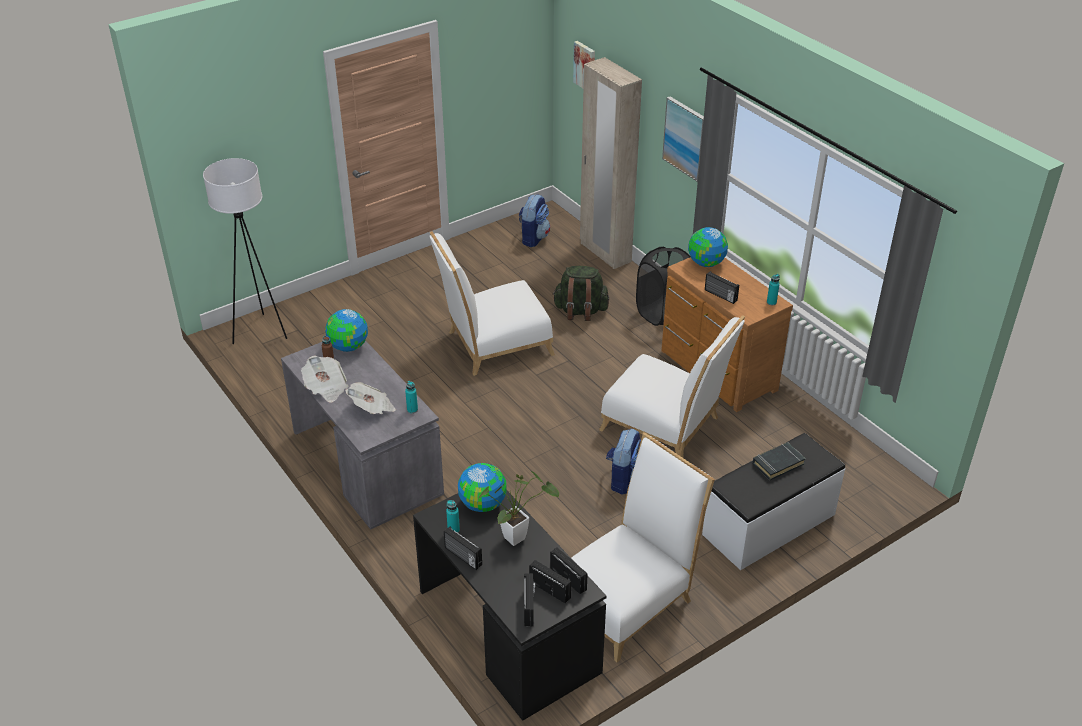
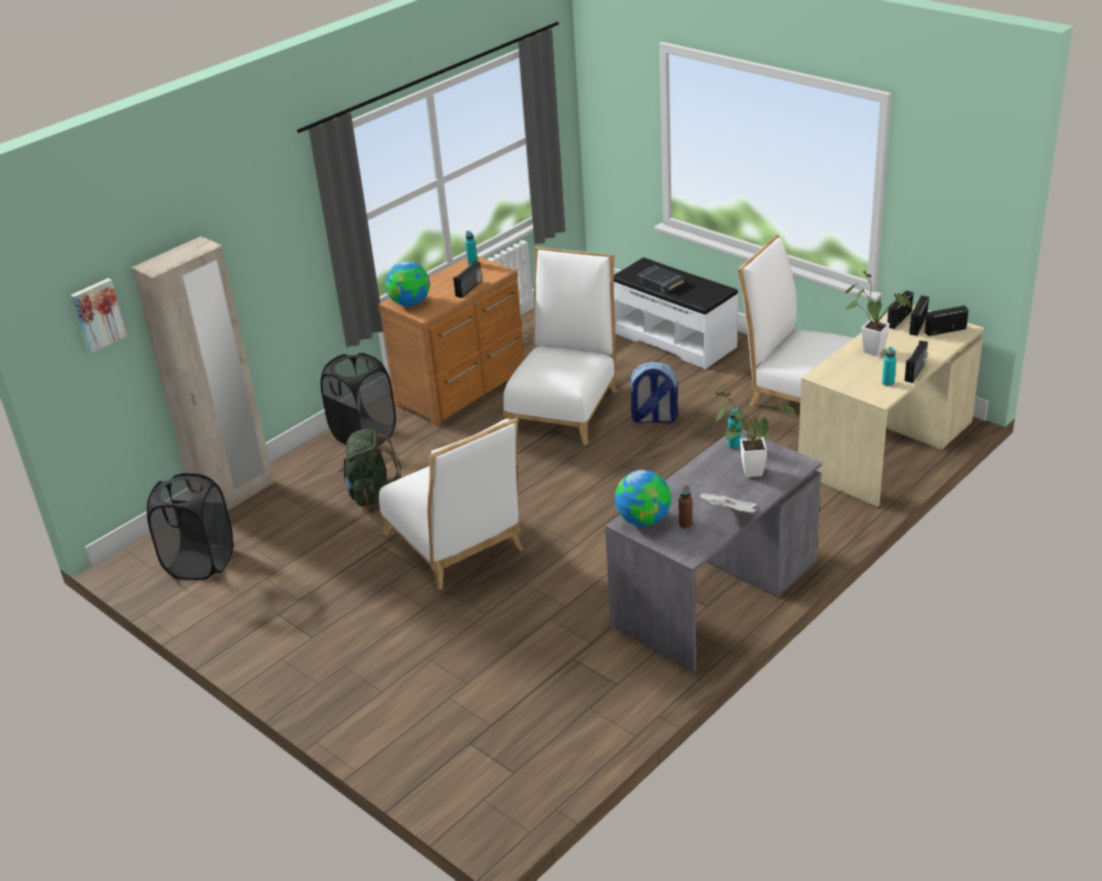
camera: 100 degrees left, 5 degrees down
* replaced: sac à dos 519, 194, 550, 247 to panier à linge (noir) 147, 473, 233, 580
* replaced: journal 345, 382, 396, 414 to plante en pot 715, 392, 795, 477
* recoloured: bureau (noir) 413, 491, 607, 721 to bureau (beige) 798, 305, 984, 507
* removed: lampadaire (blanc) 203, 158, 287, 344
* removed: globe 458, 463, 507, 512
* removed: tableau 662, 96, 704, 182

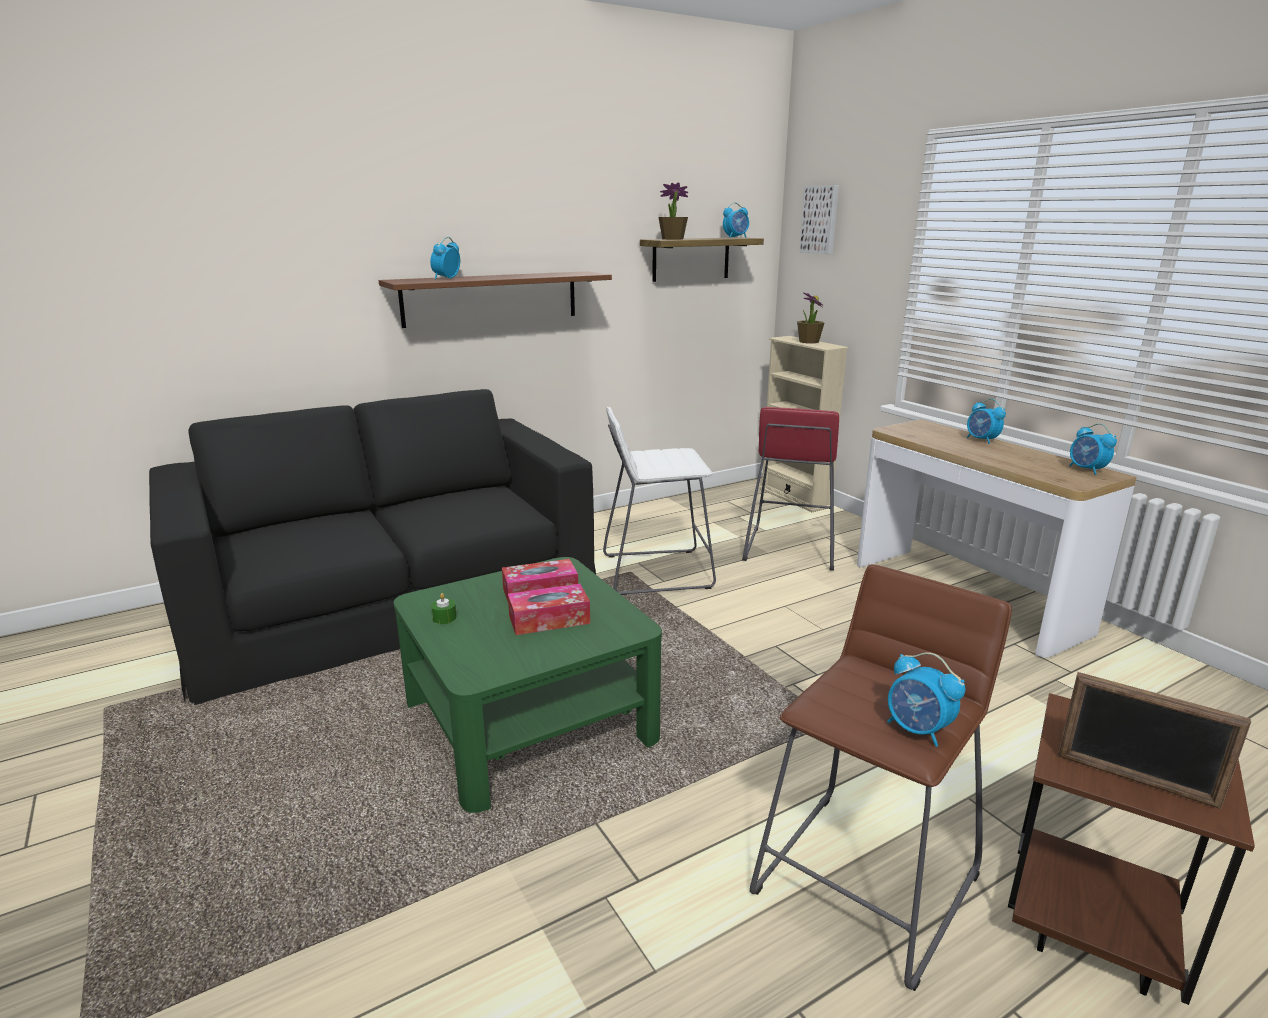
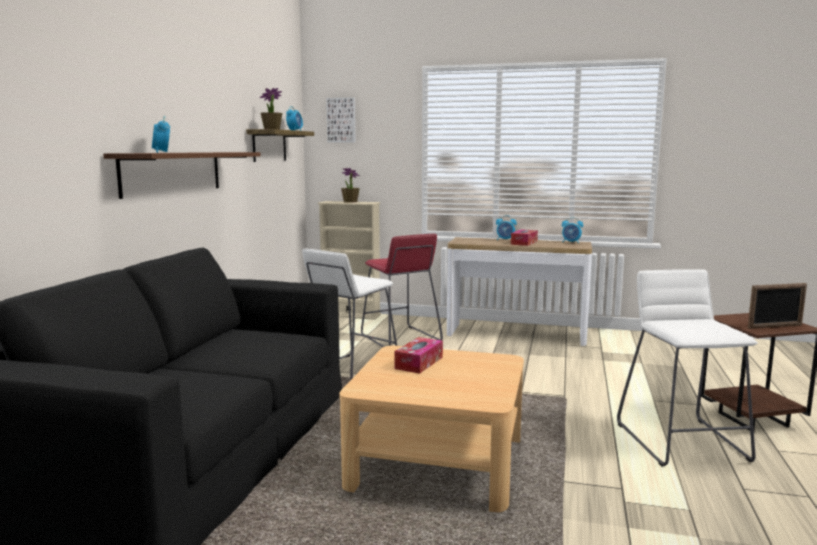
camera: 45 degrees left, 10 degrees down
* recoloured: table basse (vert) 394, 557, 662, 813 to table basse (beige) 340, 346, 524, 512
* moved: boîte à mouchoirs 508, 584, 590, 635 to 511, 229, 538, 246
* recoloured: tabouret (marron) 750, 564, 1012, 991 to tabouret (blanc) 617, 269, 758, 467
* removed: bougie (vert) 431, 593, 457, 624
* removed: réveil 887, 652, 965, 747

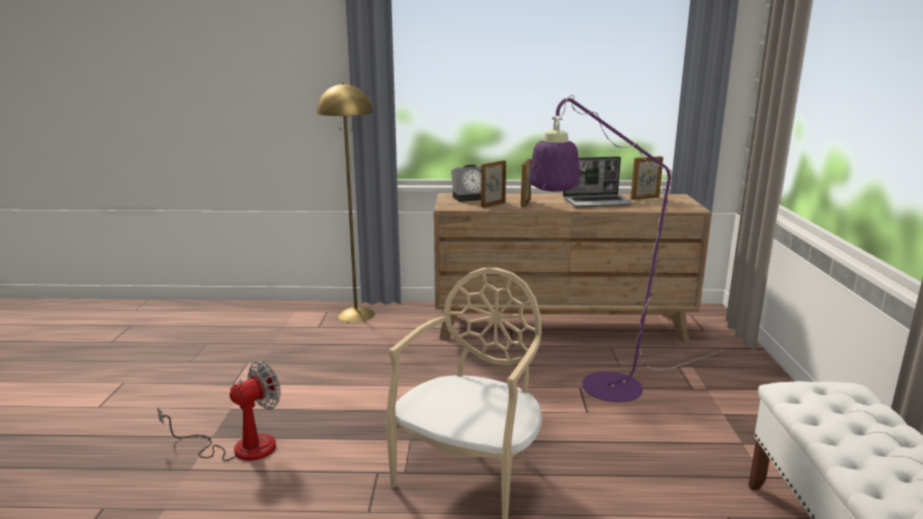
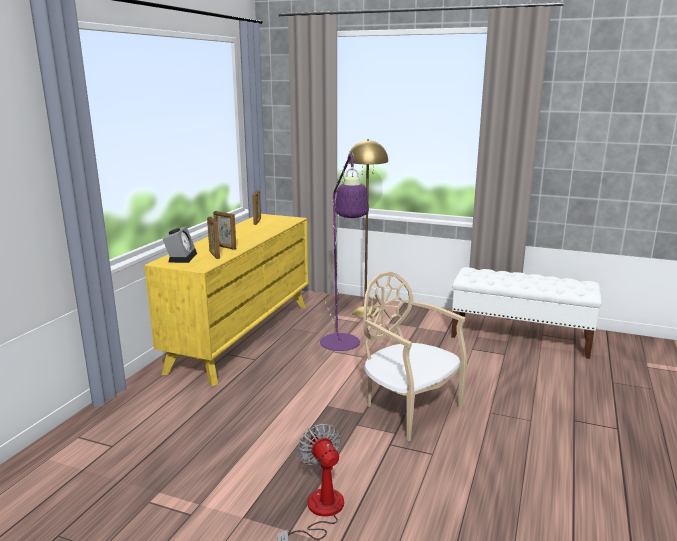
camera: 70 degrees left, 0 degrees up
* recoloured: commode (marron) 434, 193, 712, 343 to commode (jaune) 144, 214, 309, 386
* moved: lampadaire (jaune) 317, 83, 375, 323 to 348, 139, 388, 318
* removed: ordinateur portable 563, 156, 633, 207

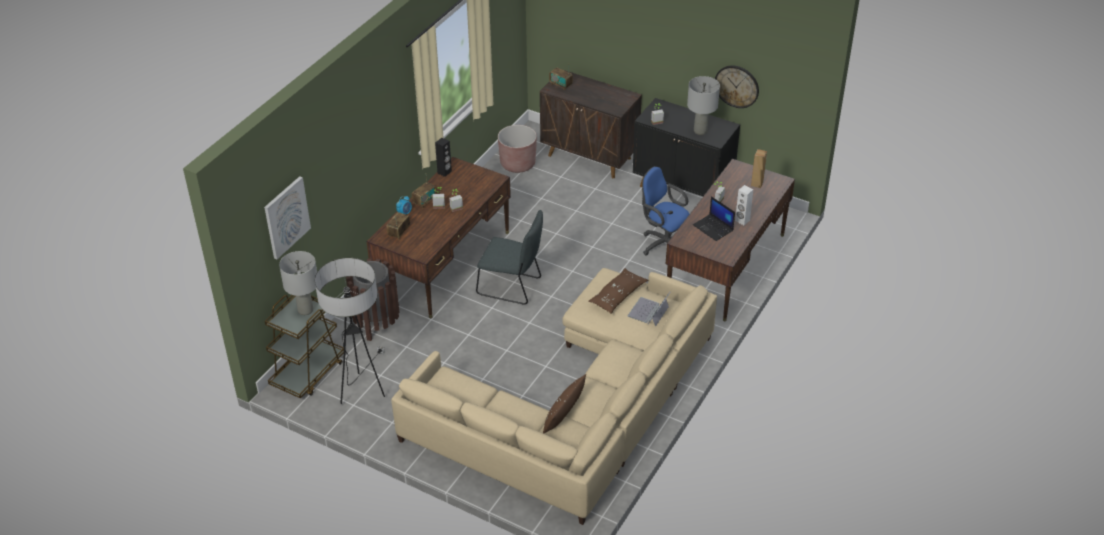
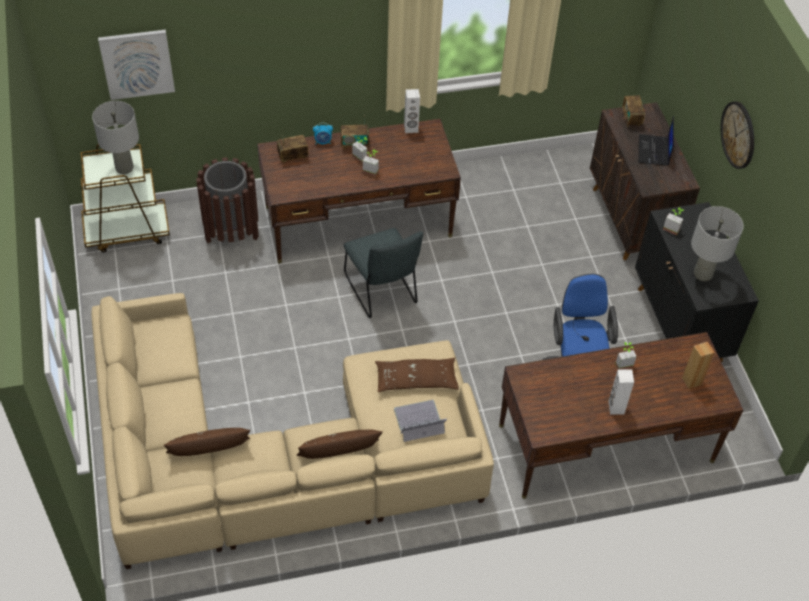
camera: 45 degrees right, 10 degrees up
* added: coussin (marron) 296, 429, 383, 459
* recoloured: enceinte (noir) 435, 138, 452, 177 to enceinte (blanc) 404, 89, 420, 133
* moved: ordinateur portable 693, 196, 735, 241 to 639, 117, 674, 165
* moved: horloge murale 715, 66, 759, 108 to 721, 101, 754, 169
* removed: lampadaire 315, 258, 385, 404
* removed: cache-pot (marron) 498, 125, 537, 173

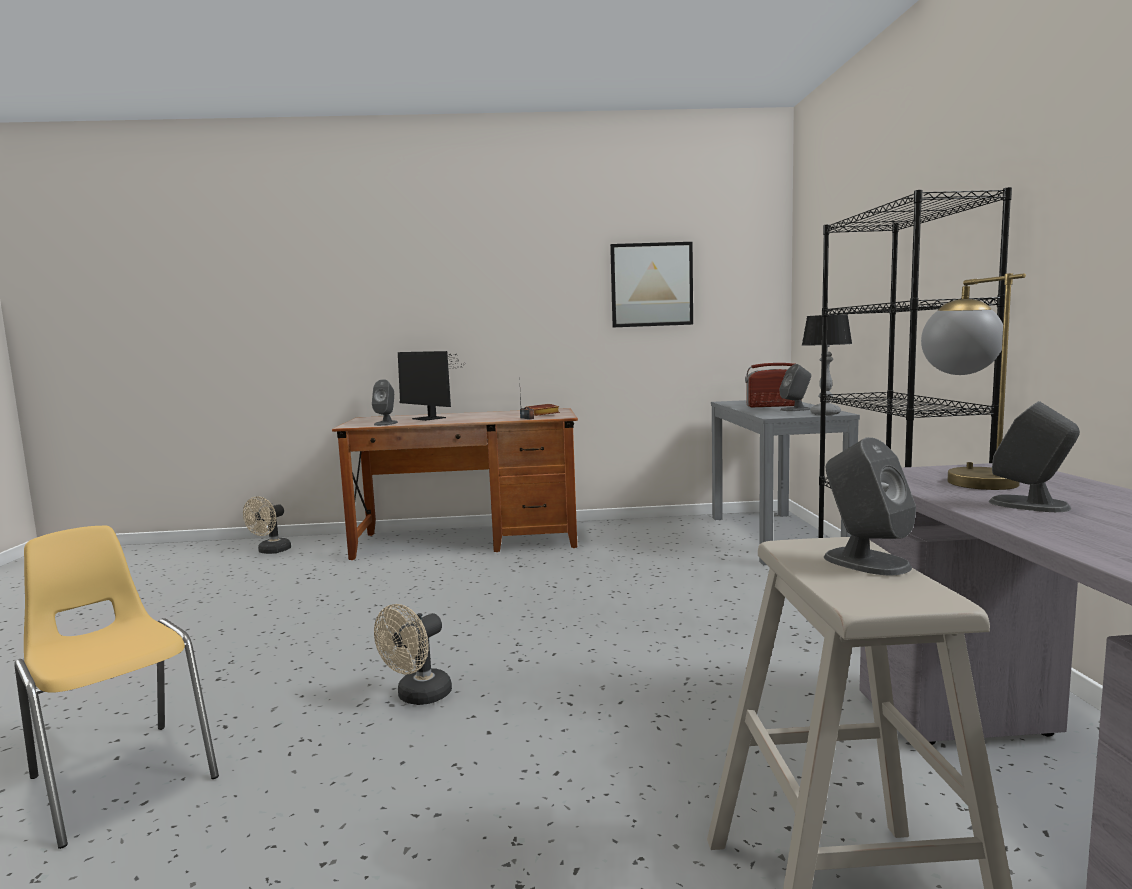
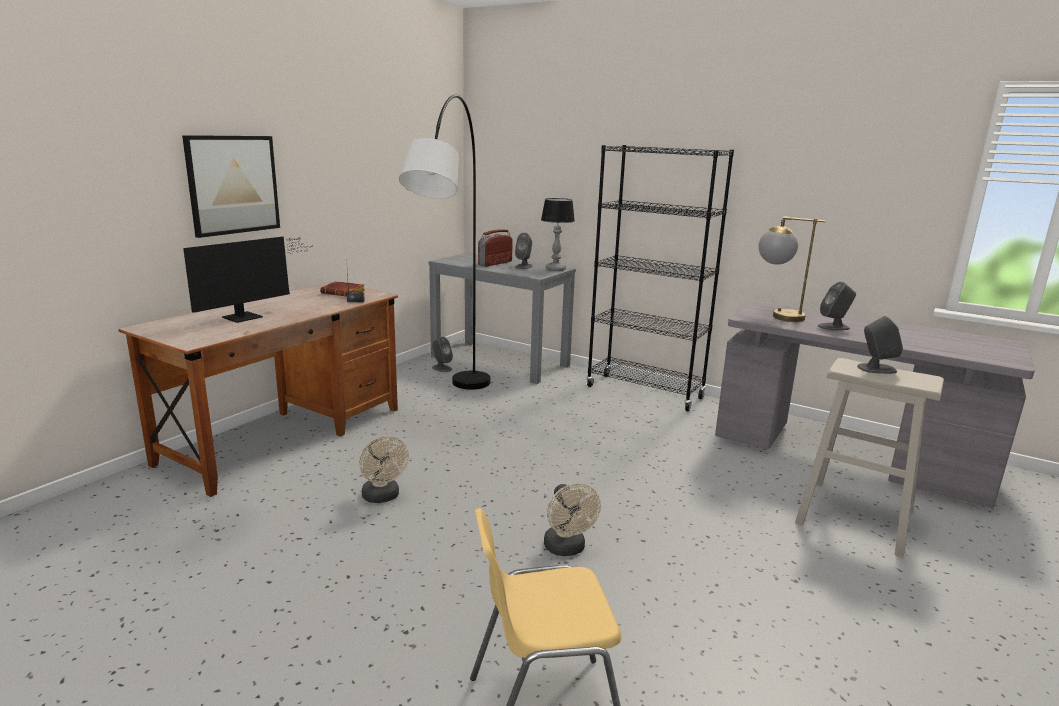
camera: 55 degrees left, 10 degrees up
* moved: tableau 610, 242, 693, 327 to 182, 135, 280, 238
* turned: écran d'ordinateur 398, 351, 461, 421 = 183, 236, 312, 323 45 degrees counterclockwise
* moved: ventilateur (beige) 243, 497, 291, 554 to 359, 436, 409, 503
* added: lampadaire (gris) 399, 95, 491, 390
* moved: enceinte (gris) 372, 379, 398, 426 to 432, 337, 453, 372

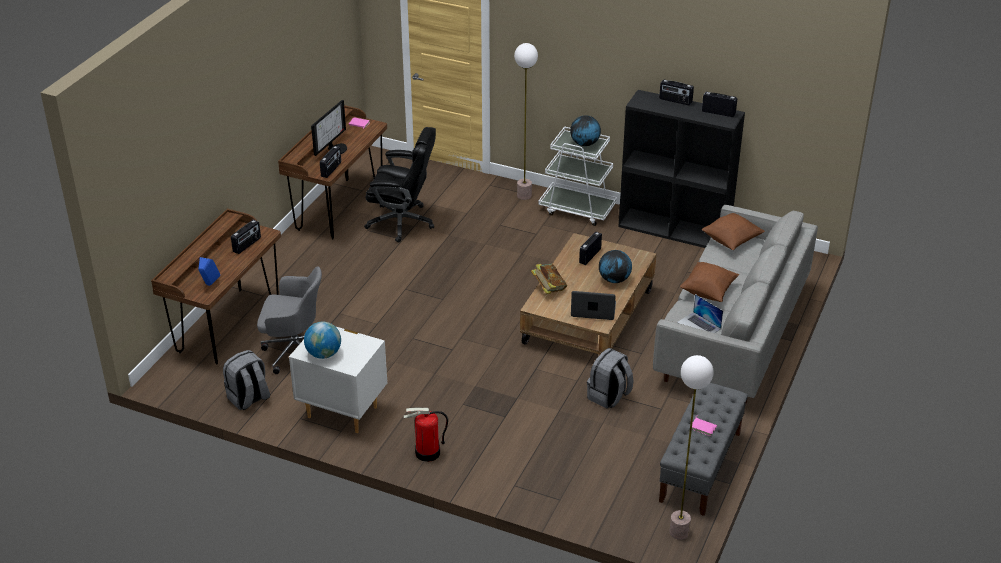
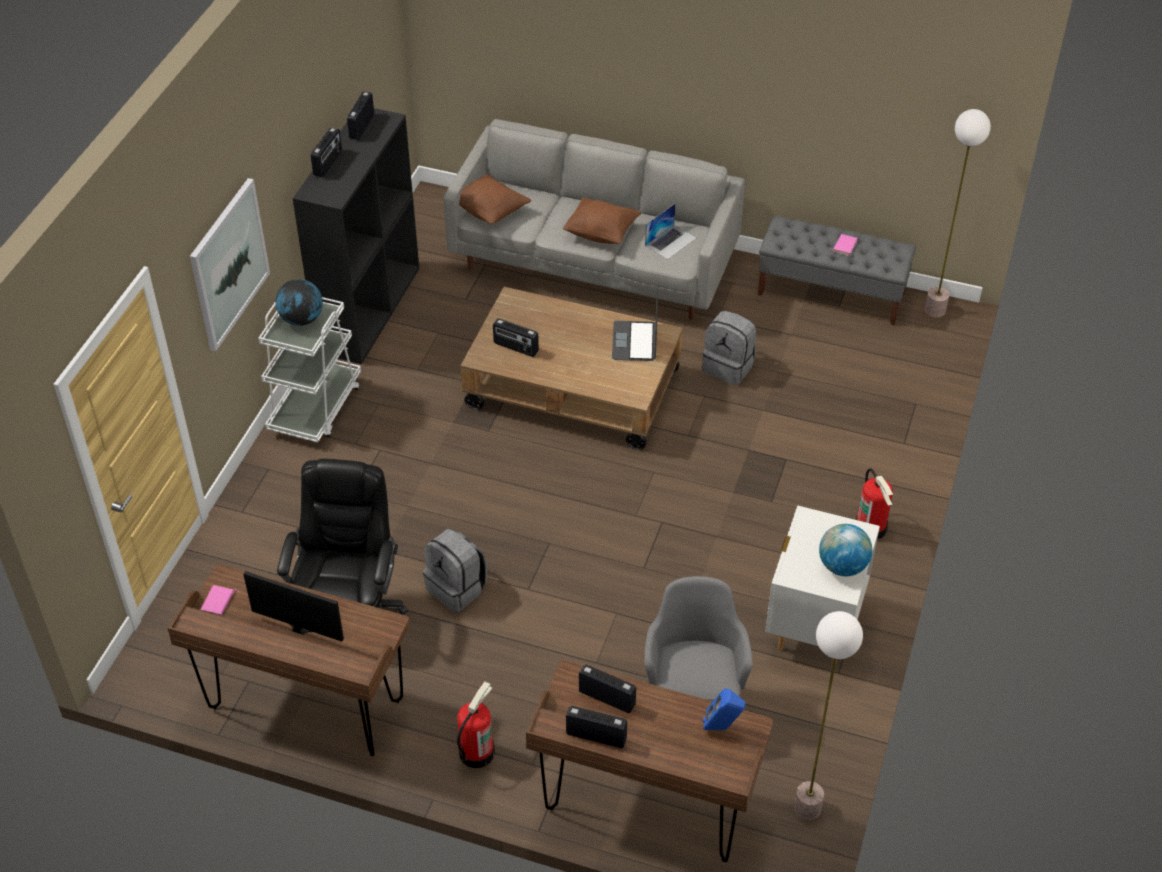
camera: 95 degrees left, 10 degrees up
* added: tableau 190, 178, 270, 351
* moved: sac à dos (gris) 223, 350, 270, 410 to 423, 529, 487, 613
* added: extincteur 457, 681, 495, 768
* moved: radio 320, 146, 341, 178 to 566, 706, 627, 748
* moved: lampadaire 514, 43, 538, 200 to 794, 611, 863, 821
* removed: livre 531, 264, 567, 294
* removed: globe 599, 250, 632, 283

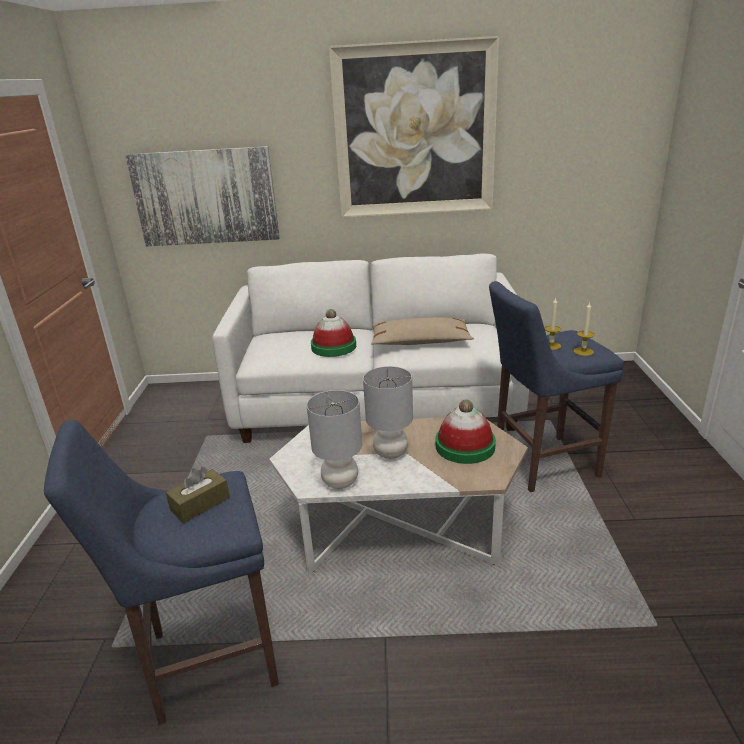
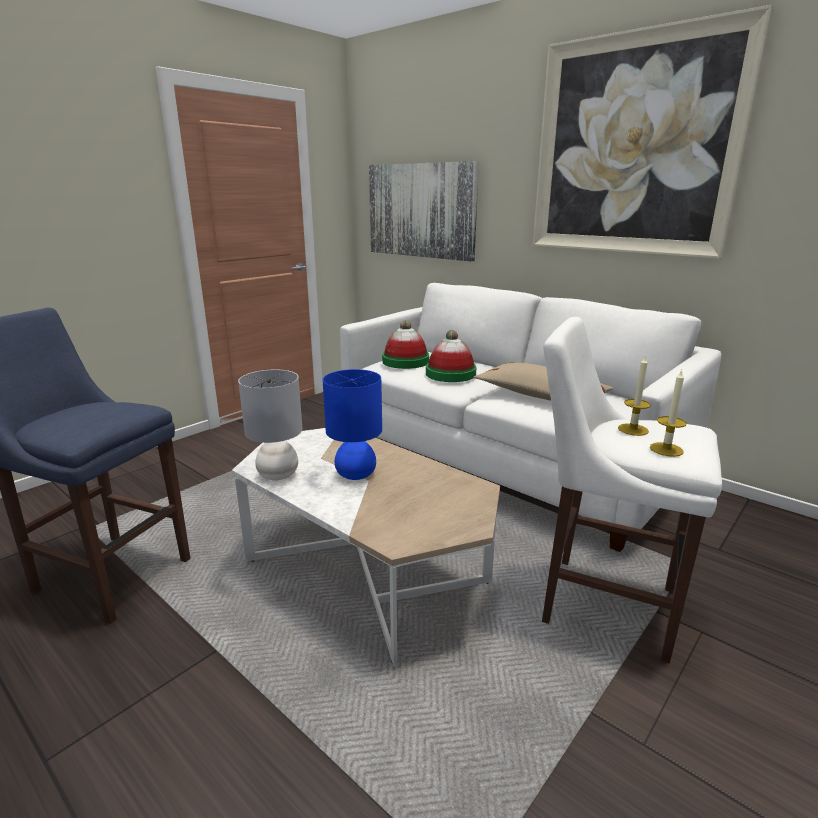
camera: 40 degrees right, 5 degrees down
* recoloured: lampe de table (gris) 363, 366, 413, 459 to lampe de table (bleu) 323, 369, 382, 480
* moved: chapeau 436, 400, 496, 464 to 382, 320, 429, 369
* recoloured: tabouret (bleu) 489, 281, 624, 492 to tabouret (blanc) 542, 317, 722, 664
* removed: boîte à mouchoirs (marron) 166, 467, 230, 523

